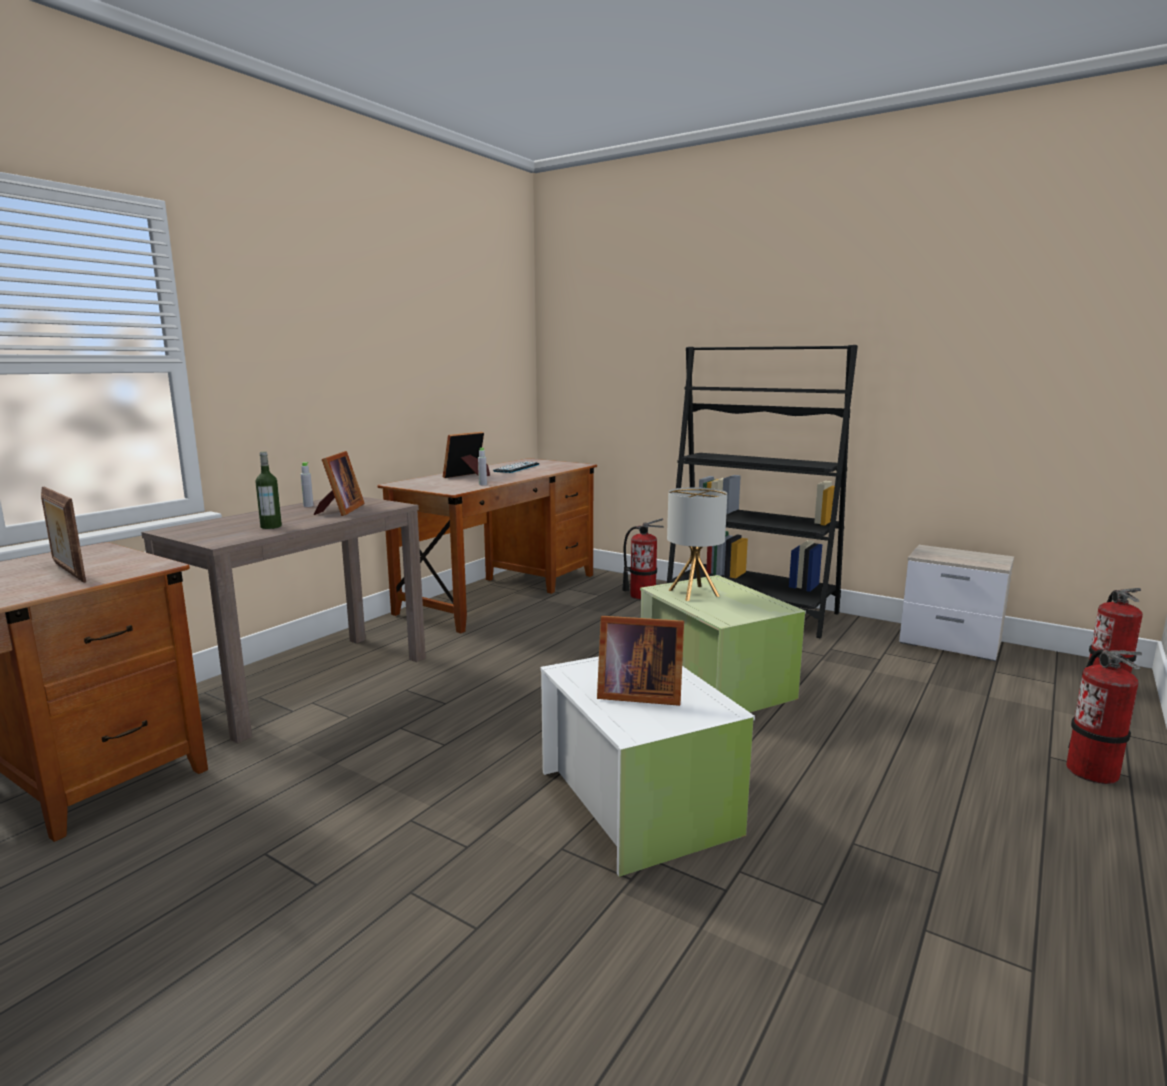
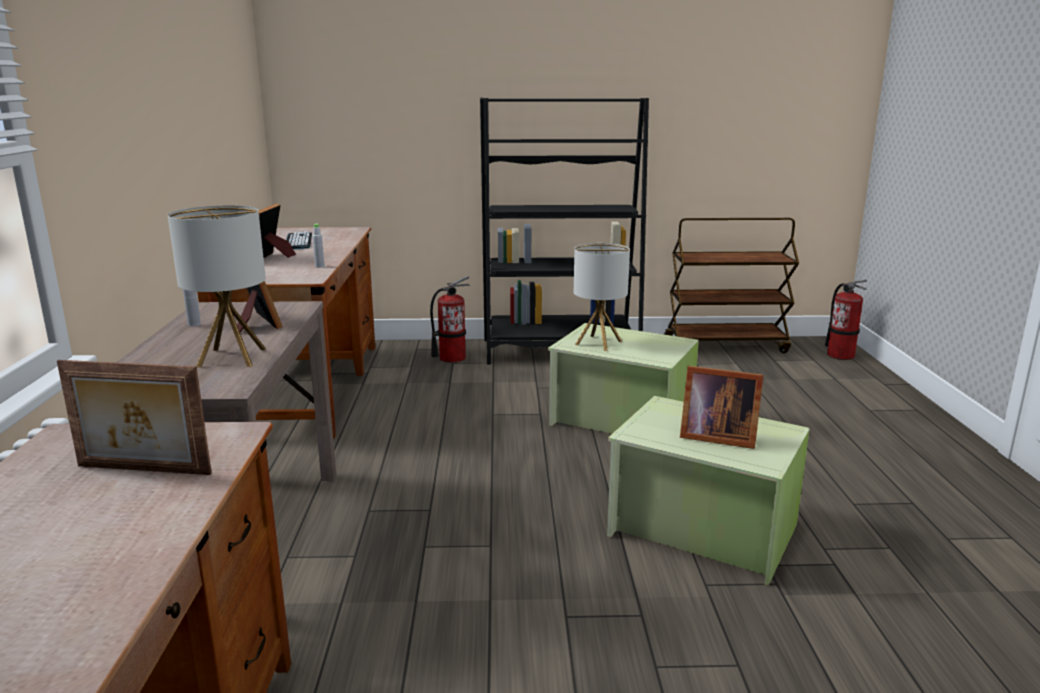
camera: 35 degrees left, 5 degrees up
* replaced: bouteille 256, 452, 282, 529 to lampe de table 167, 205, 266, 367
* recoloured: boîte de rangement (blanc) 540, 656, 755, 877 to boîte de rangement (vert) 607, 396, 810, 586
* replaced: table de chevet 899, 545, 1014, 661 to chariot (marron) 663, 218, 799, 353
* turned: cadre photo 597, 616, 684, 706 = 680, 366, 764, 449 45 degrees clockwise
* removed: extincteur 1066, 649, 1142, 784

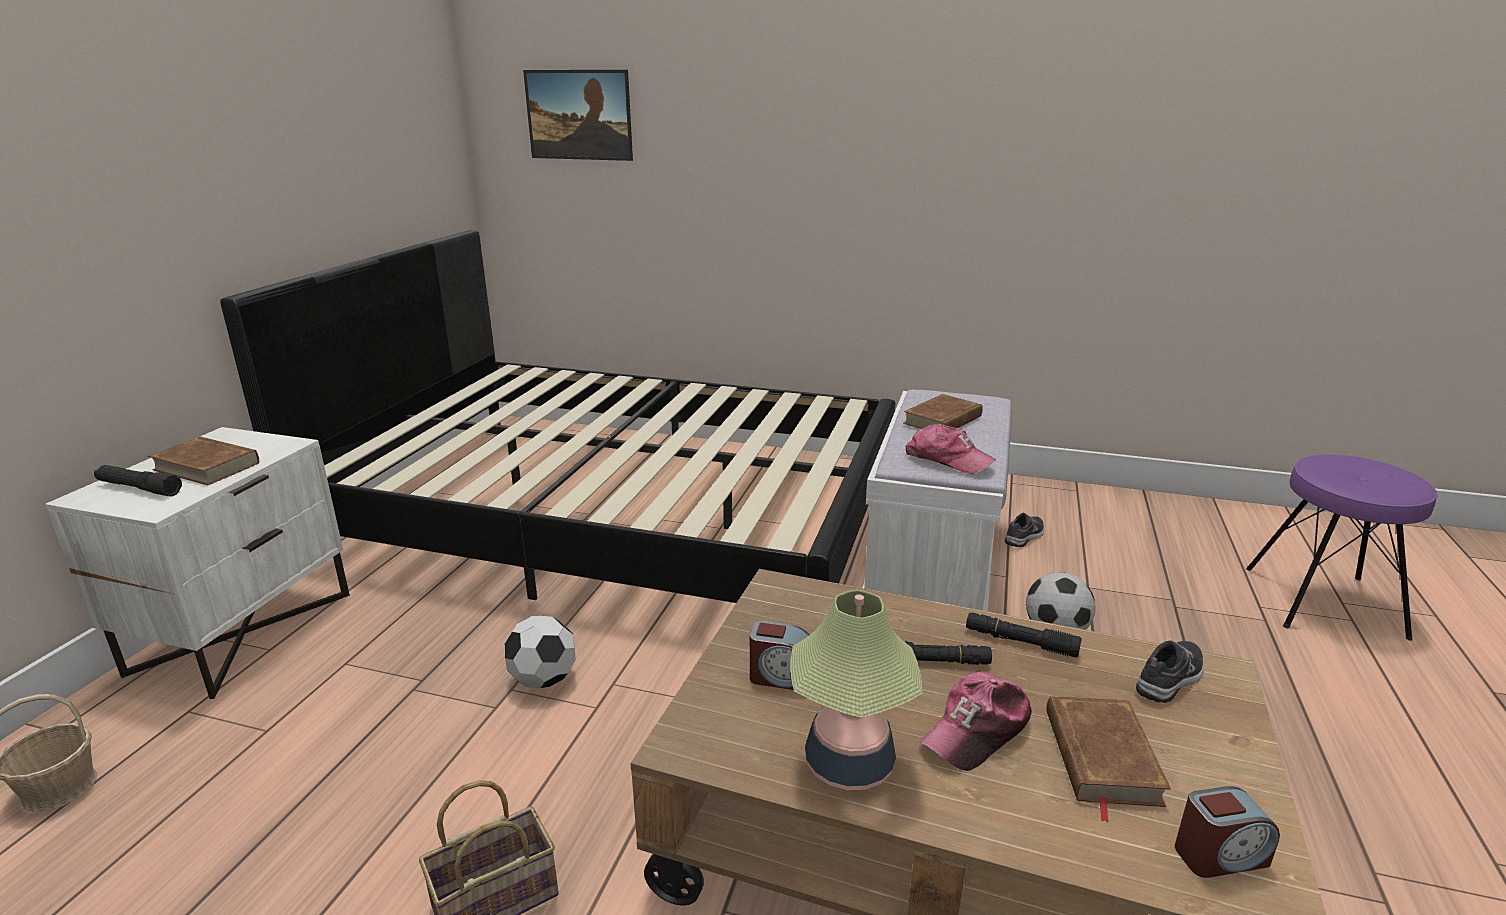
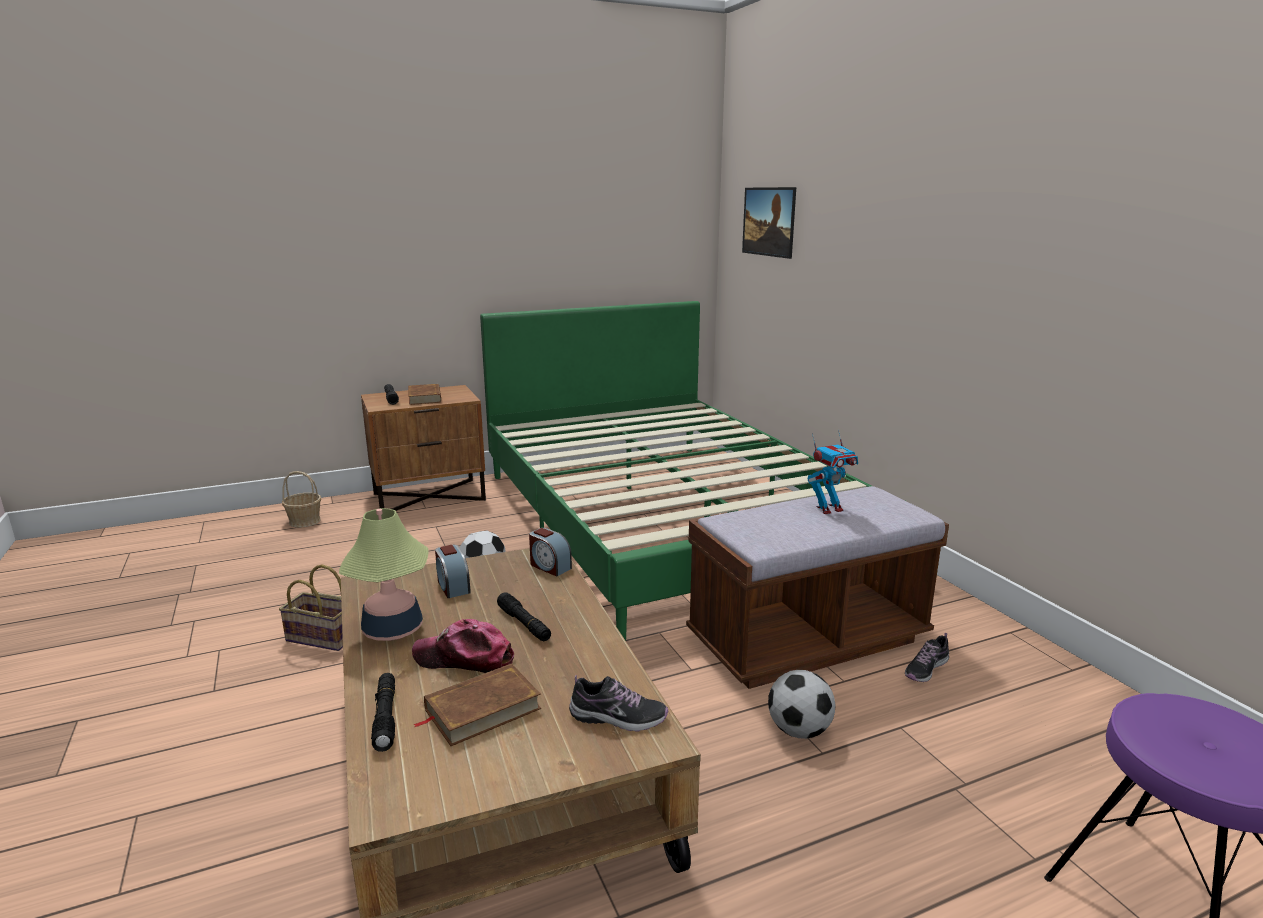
camera: 50 degrees right, 5 degrees down
* recoloured: table de chevet (blanc) 45, 427, 350, 699 to table de chevet (marron) 361, 385, 486, 511
* moved: lampe de poche (noir) 966, 612, 1082, 658 to 371, 673, 395, 752
* recoloured: lit (noir) 220, 230, 895, 603 to lit (vert) 480, 301, 871, 641
* moved: réveil 1175, 786, 1280, 878 to 529, 528, 572, 576
* recoloured: banc (blanc) 863, 390, 1012, 611 to banc (marron) 686, 486, 949, 689
* replaced: livre (marron) 903, 394, 983, 429 to robot jouet 808, 430, 858, 514
* turned: chaussure 1005, 513, 1044, 547 = 905, 633, 949, 682 135 degrees clockwise
* removed: casquette 905, 424, 996, 474

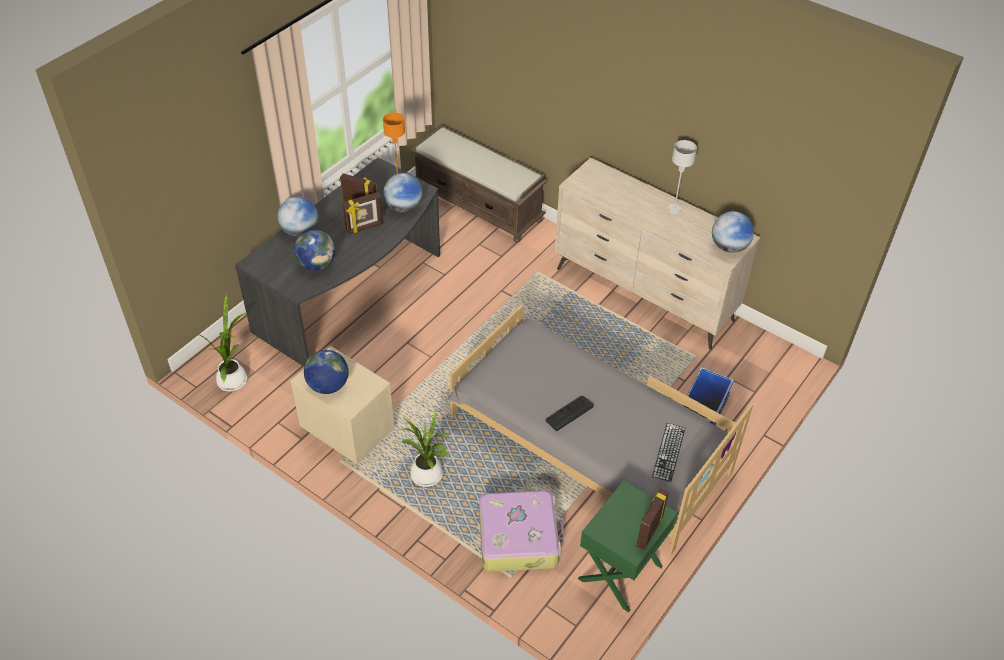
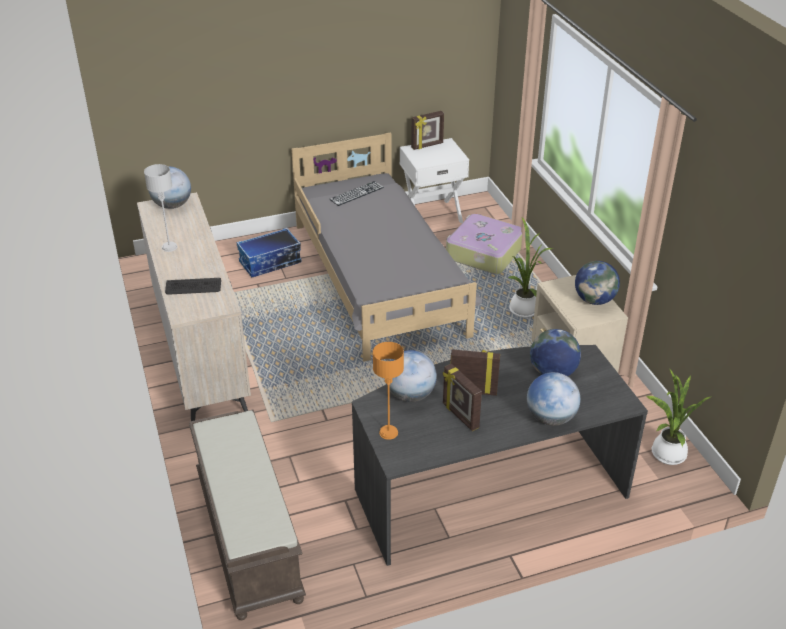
camera: 145 degrees left, 10 degrees down
* moved: clavier 545, 396, 594, 431 to 165, 278, 221, 295
* recoloured: table de chevet (vert) 578, 480, 678, 612 to table de chevet (blanc) 400, 138, 469, 223

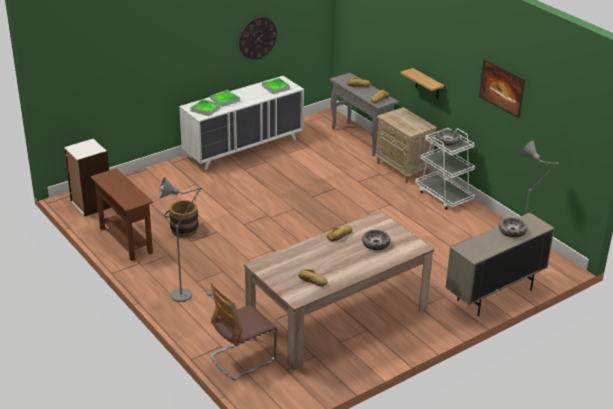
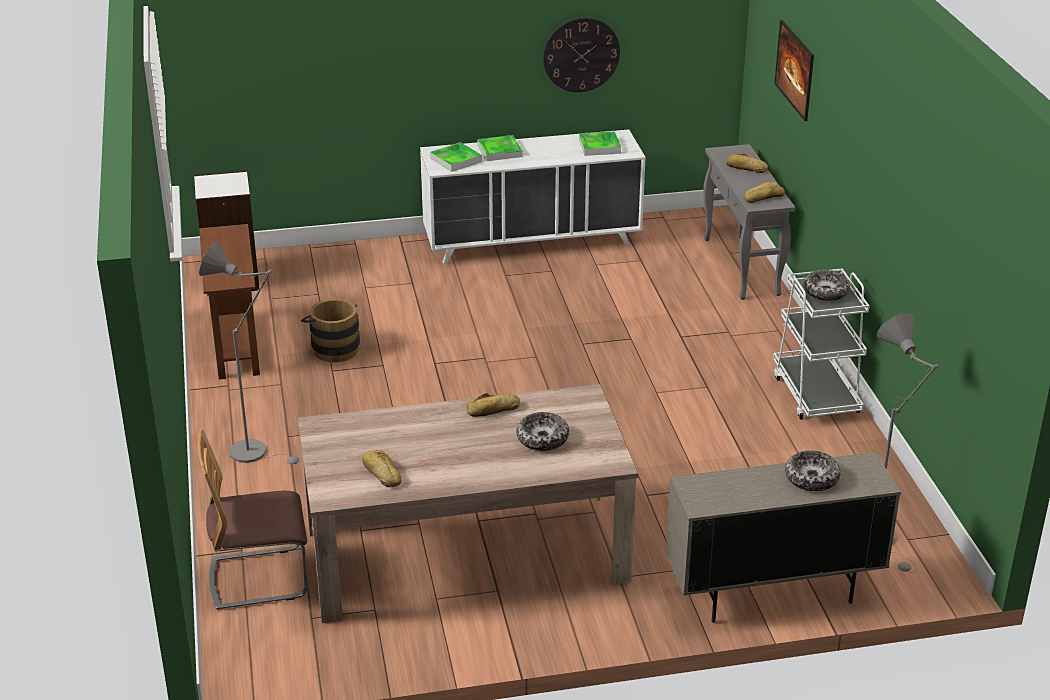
camera: 25 degrees right, 0 degrees up
* moved: tableau 479, 59, 525, 118 to 774, 20, 814, 121
* removed: table de chevet (beige) 374, 107, 437, 183
* removed: étagère 400, 68, 444, 100

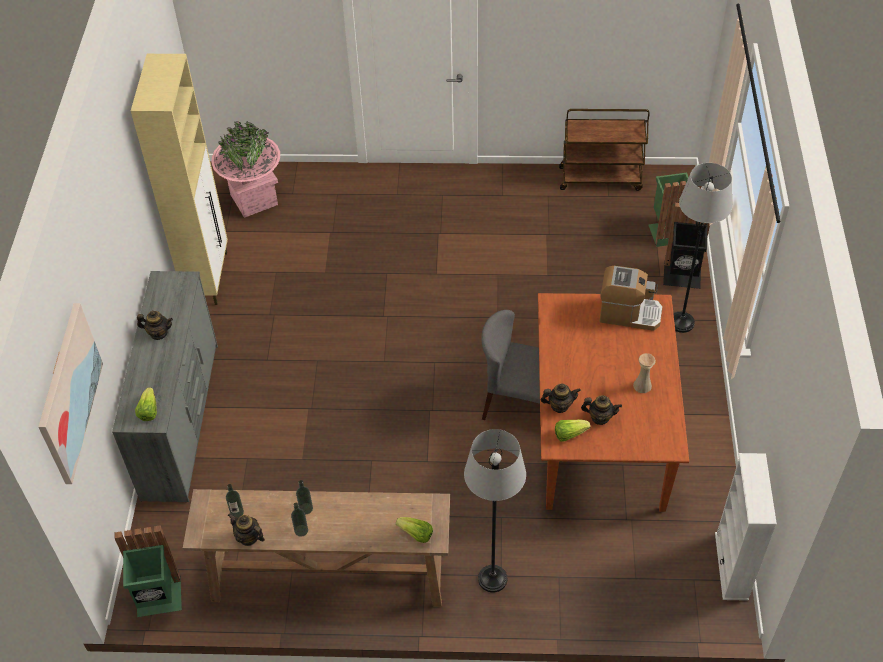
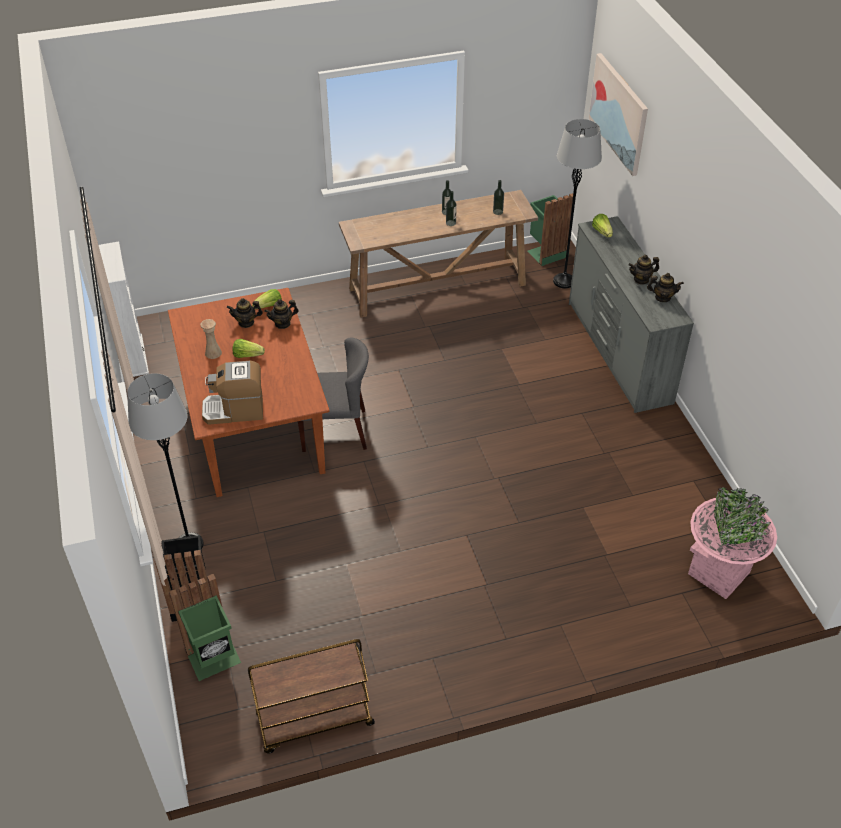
camera: 160 degrees right, 5 degrees down
* moved: laitue 396, 517, 433, 543 to 232, 339, 265, 358
* moved: lampadaire (gris) 464, 429, 526, 593 to 553, 119, 602, 289
* moved: théière 228, 513, 265, 546 to 647, 273, 684, 302
* removed: meuble de rangement (beige) 131, 54, 228, 305

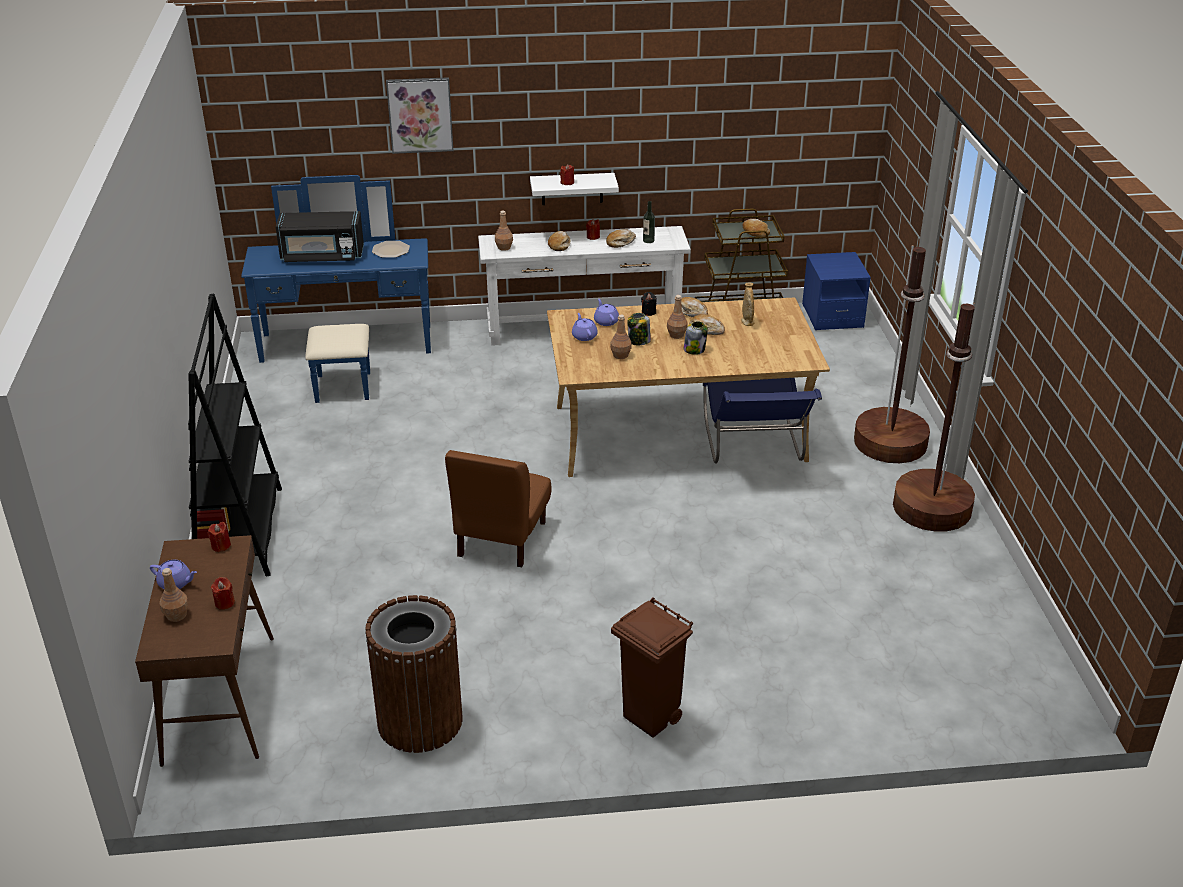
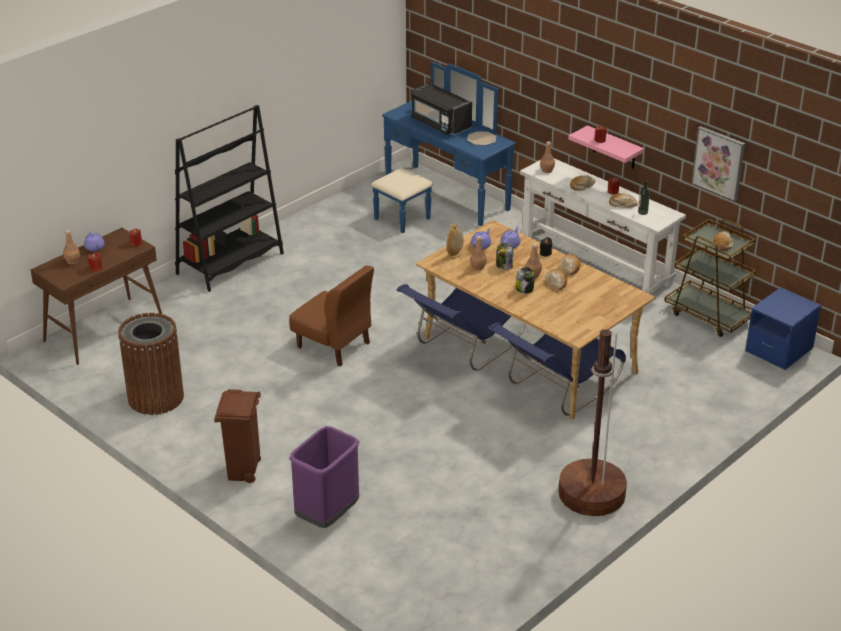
camera: 50 degrees right, 0 degrees up
* turned: chaise (marron) 445, 450, 552, 567 = 289, 265, 374, 367 120 degrees counterclockwise
* added: poubelle (violet) 289, 426, 359, 528
* added: chaise (bleu) 396, 284, 525, 371
* moved: vase (beige) 741, 282, 755, 326 to 447, 224, 464, 259
* recoloured: étagère (blanc) 530, 173, 619, 205 to étagère (rose) 568, 125, 644, 169
* moved: tableau 386, 77, 453, 154 to 691, 126, 745, 201
* removed: lampadaire (marron) 854, 245, 930, 463

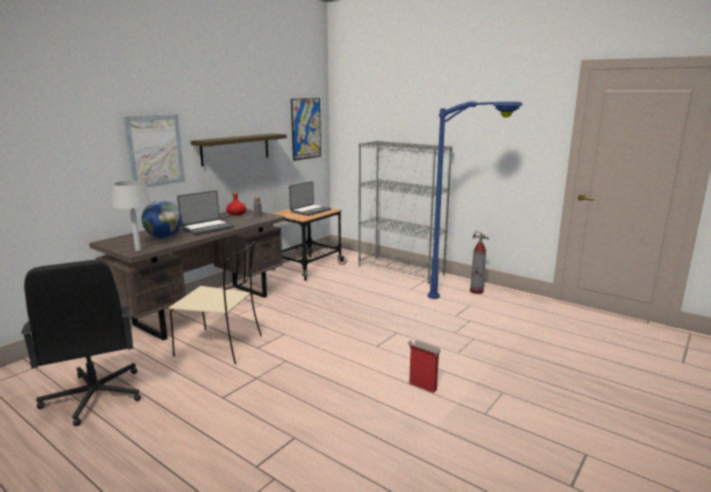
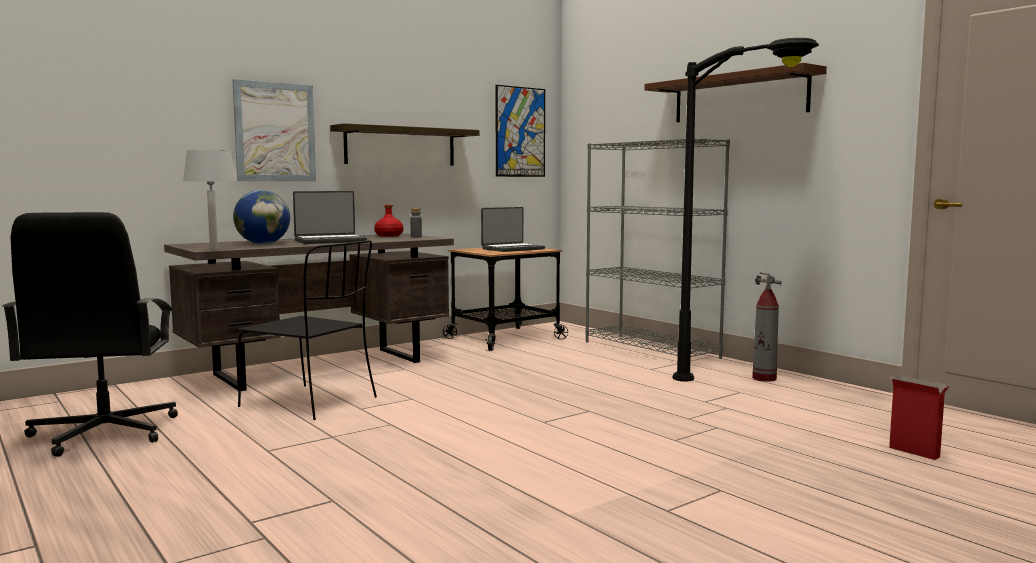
camera: 15 degrees right, 10 degrees down
* recoloured: chaise (beige) 169, 241, 262, 364 to chaise (noir) 237, 240, 377, 420
* added: étagère (marron) 644, 63, 827, 122
* recoloured: lampadaire (bleu) 427, 101, 523, 299 to lampadaire (noir) 673, 38, 819, 382
* moved: carton 408, 340, 441, 393 to 888, 375, 949, 460

